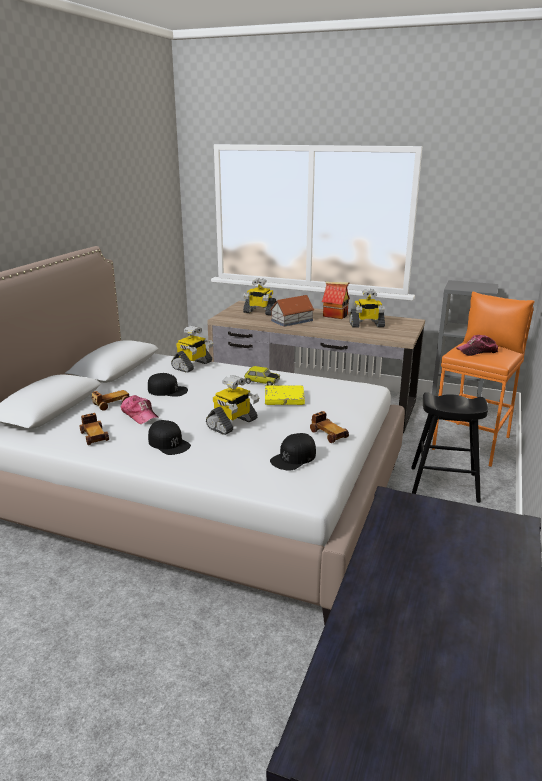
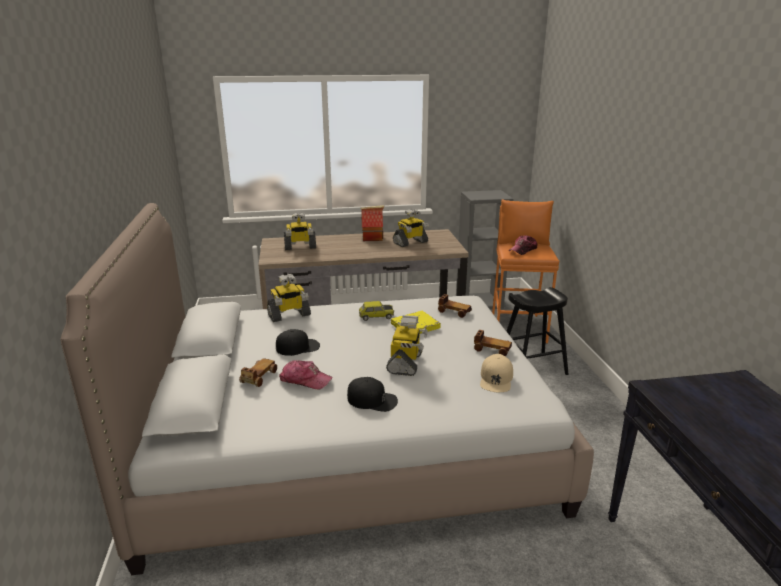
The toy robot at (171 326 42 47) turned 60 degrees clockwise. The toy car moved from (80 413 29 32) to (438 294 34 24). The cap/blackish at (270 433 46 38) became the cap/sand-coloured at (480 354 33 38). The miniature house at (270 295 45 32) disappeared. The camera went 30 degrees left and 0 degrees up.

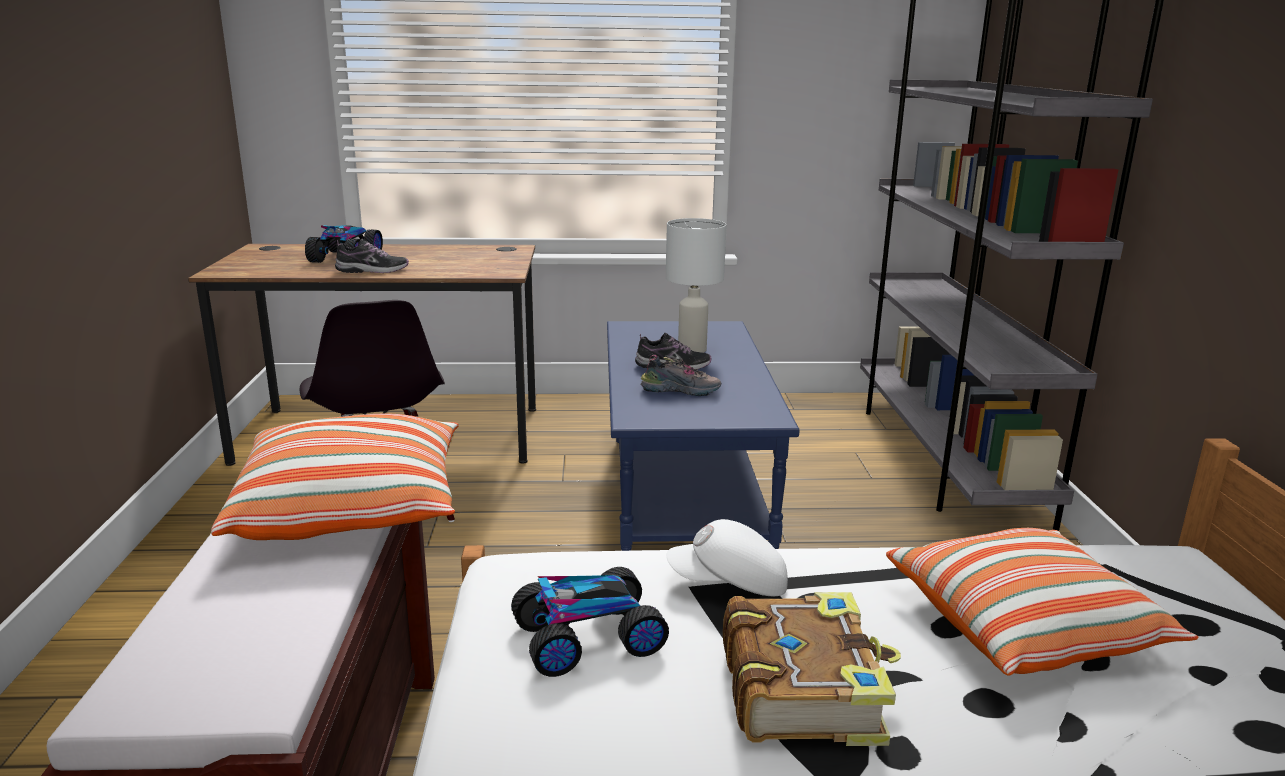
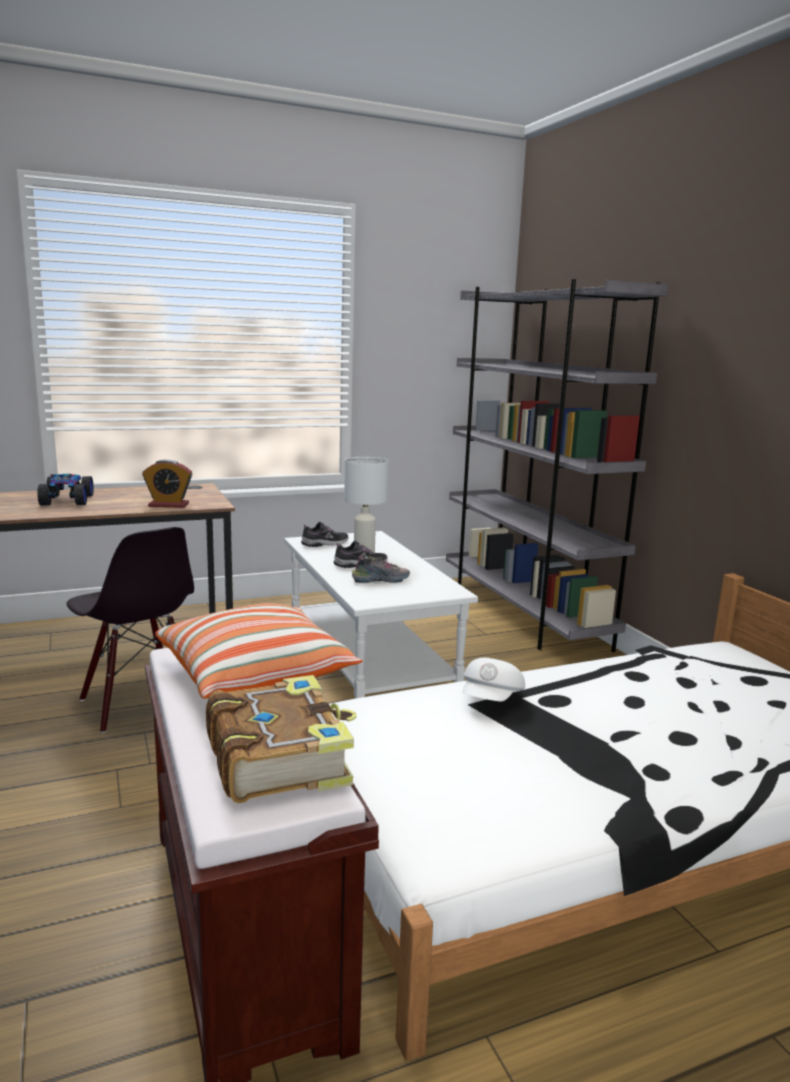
The bedside clock at (142 459 50 49) appeared. The book moved from (723 592 178 154) to (206 675 151 129). The low table/blue at (607 321 193 230) became the low table/whitish at (284 531 194 167). The shoe moved from (335 239 74 34) to (301 521 47 26). The cap/whitish at (666 519 122 77) turned 45 degrees counterclockwise. The toy car at (511 567 158 110) disappeared. The throw pillow at (886 528 312 148) disappeared. The camera went 20 degrees left and 5 degrees down.

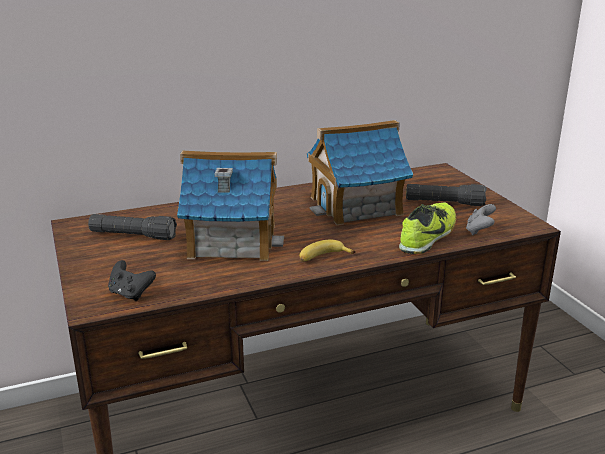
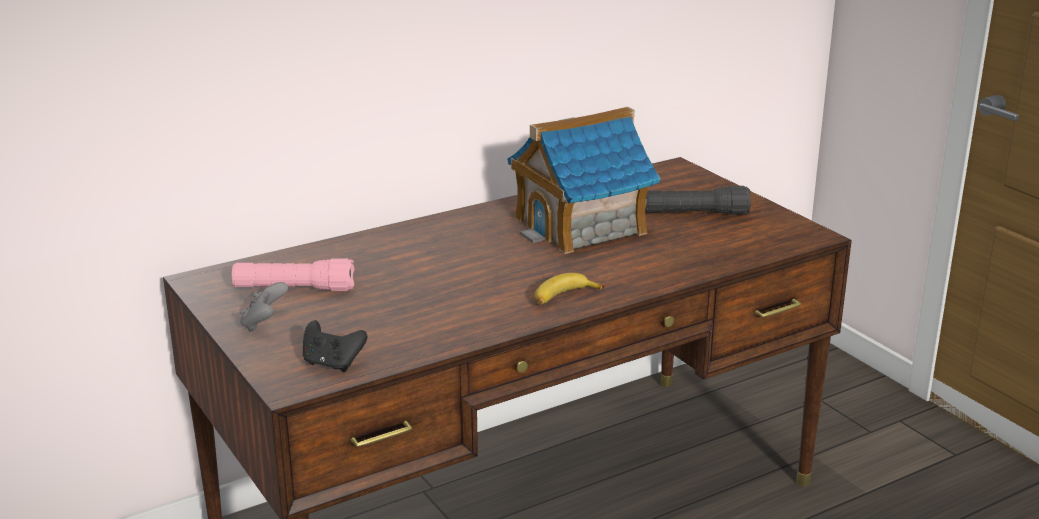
The flashlight/blackish at (88 214 89 26) became the flashlight/pink at (232 258 123 33). The joypad/greyish moved from (466 204 30 31) to (240 282 48 50). The miniature house at (177 151 107 110) disappeared. The shoe at (399 203 57 51) disappeared. The camera went 10 degrees left and 0 degrees up.

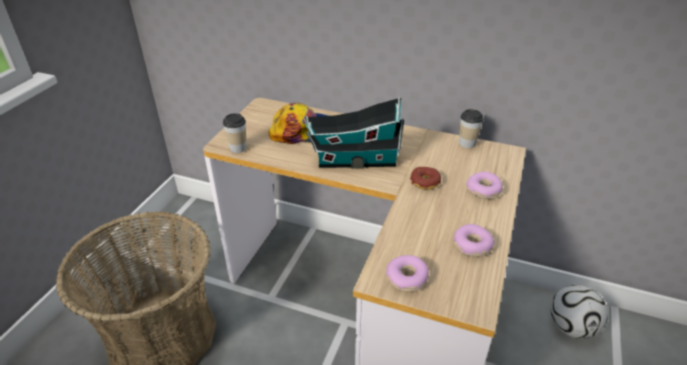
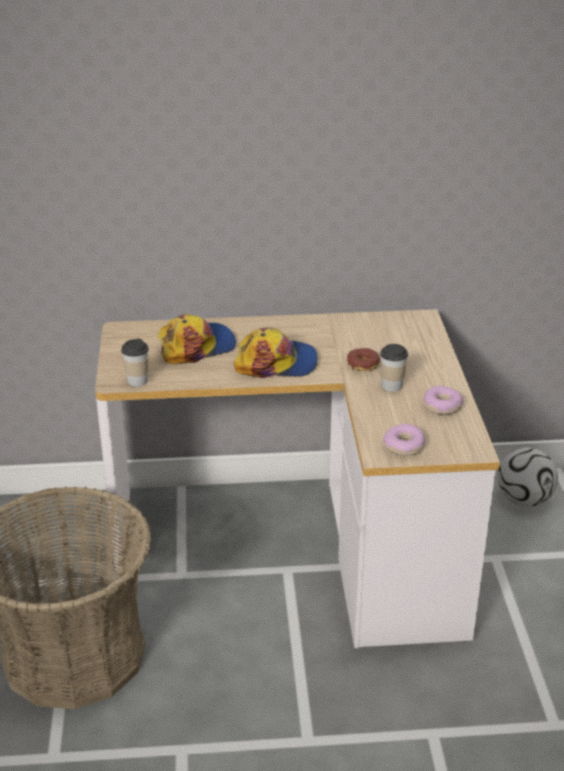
The miniature house at (305 97 99 72) was replaced by the cap at (234 327 84 51). The drinking cup moved from (459 109 25 39) to (380 344 28 48). The ring doughnut at (466 172 37 27) disappeared. The camera went 25 degrees left and 5 degrees down.

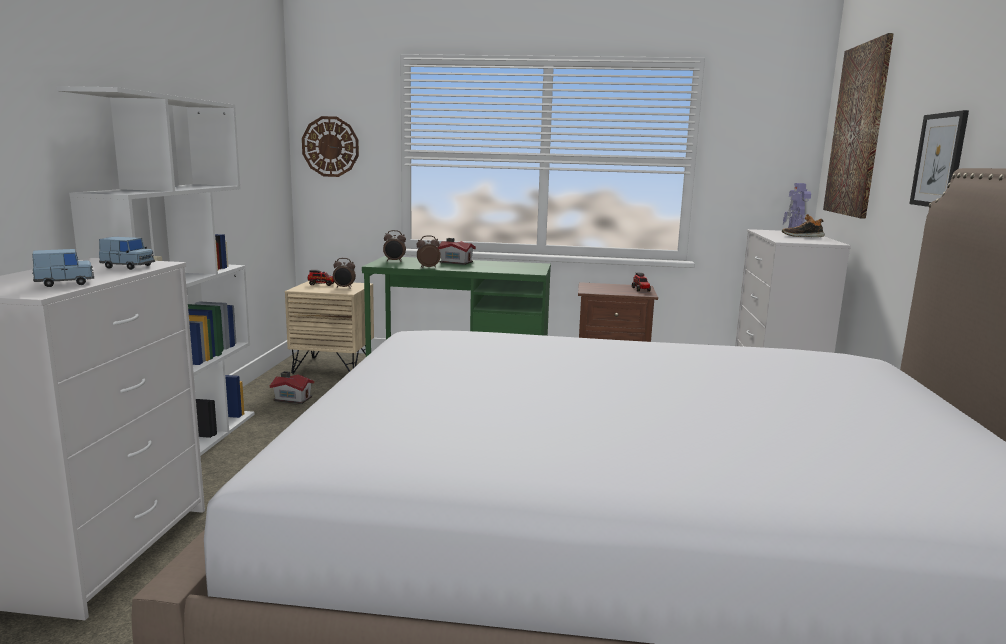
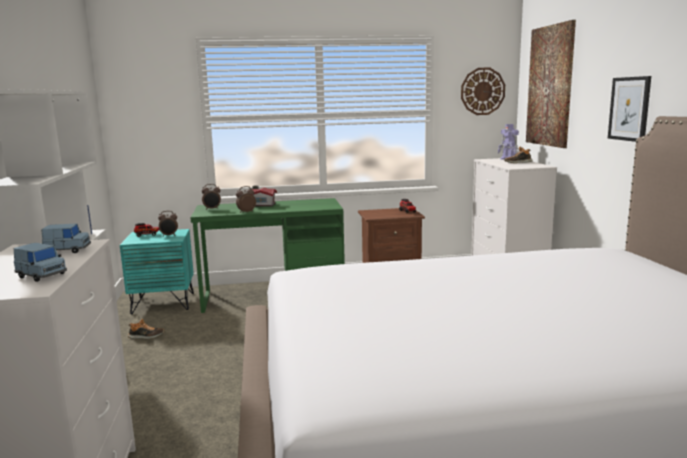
The toy car/blue at (32 249 62 38) turned 75 degrees clockwise. The night table/sand-coloured at (285 280 89 94) became the night table/turquoise at (120 229 74 85). The miniature house at (270 371 45 33) was replaced by the shoe at (128 319 37 20). The clock on the wall moved from (302 116 57 61) to (461 68 44 47). The camera went 15 degrees left and 0 degrees up.

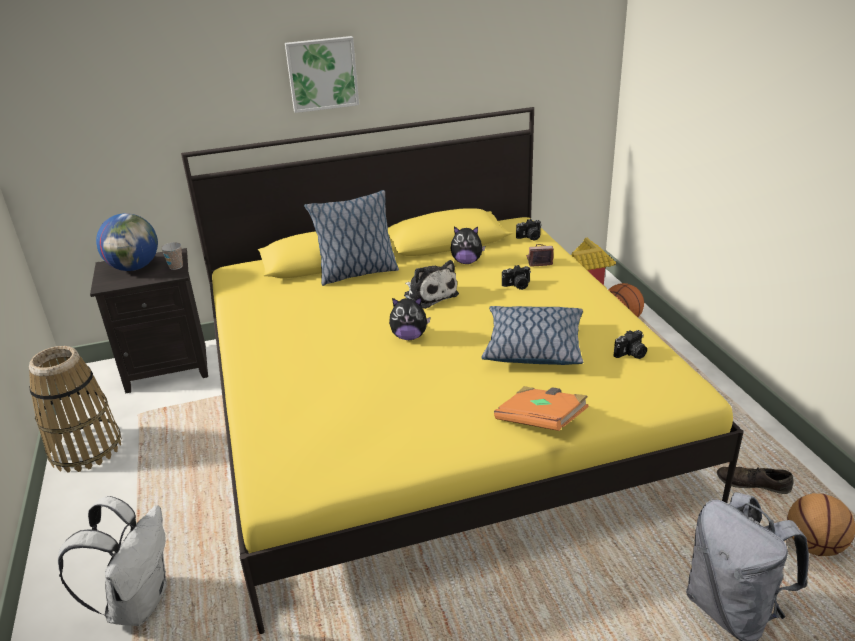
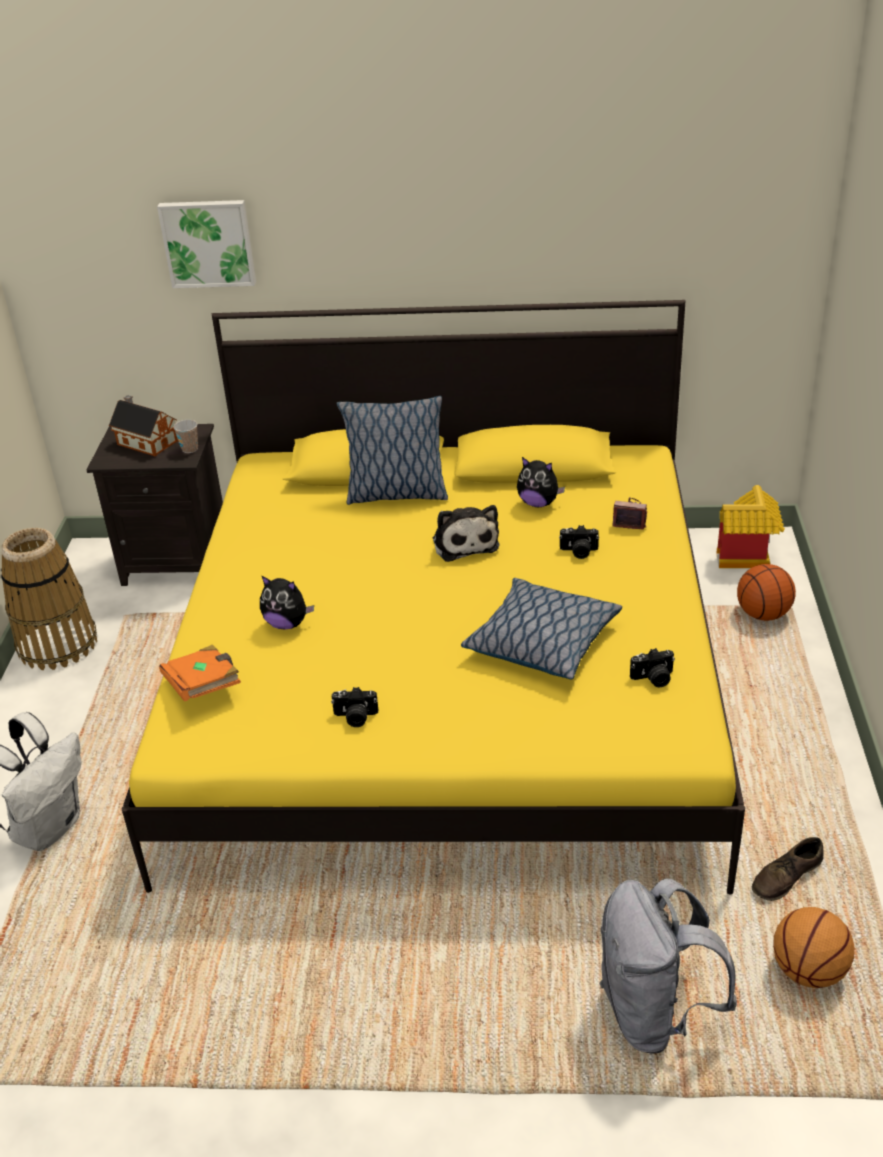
The world globe at (96 213 62 58) was replaced by the miniature house at (109 395 69 62). The picture moved from (285 36 74 77) to (157 200 99 88). The book/orange-coloured moved from (494 386 95 45) to (159 645 82 56). The soft toy moved from (389 297 42 43) to (260 575 54 54). The still camera moved from (516 219 26 22) to (331 687 47 40). The shoe/brown at (717 467 77 27) turned 75 degrees counterclockwise. The camera went 20 degrees right and 5 degrees up.

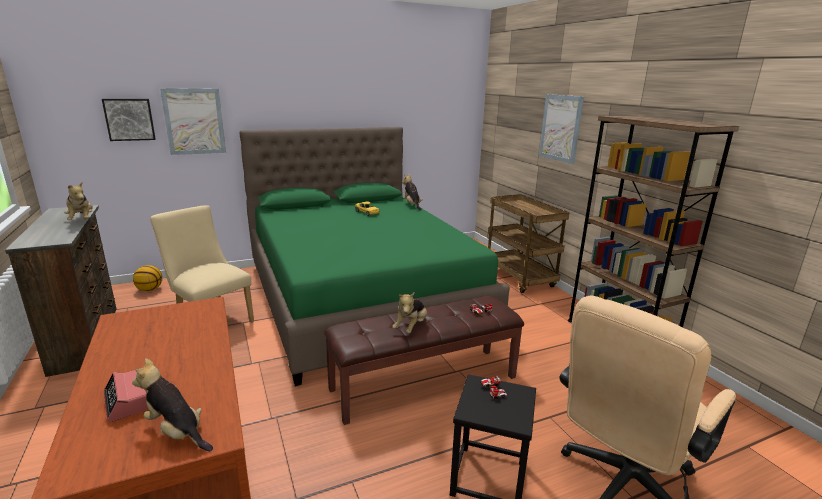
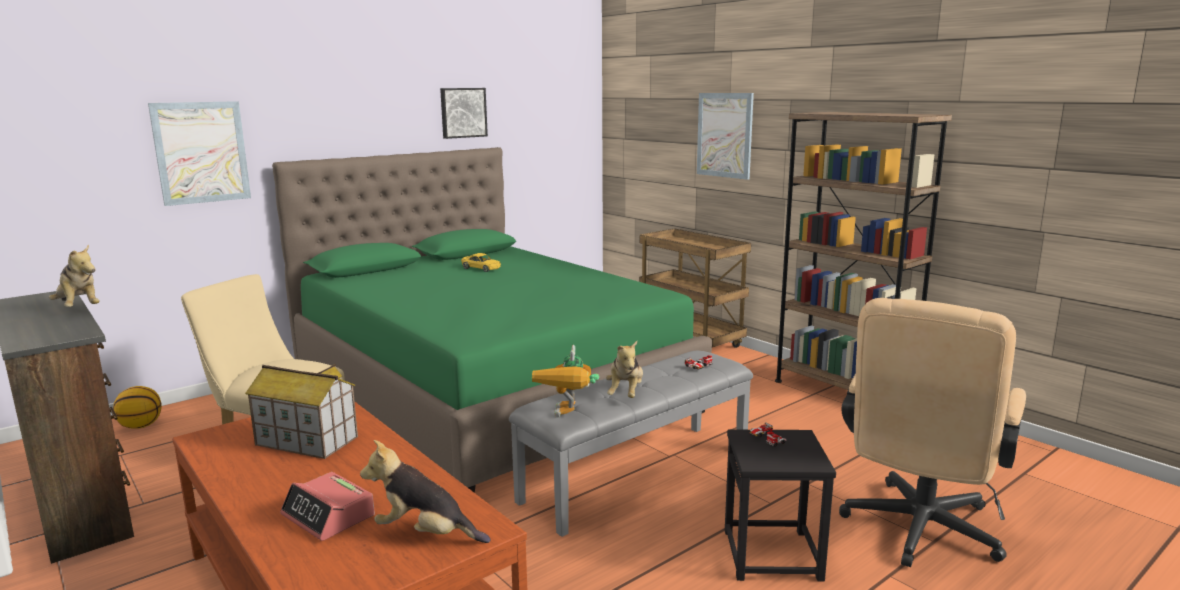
The miniature house at (245 364 113 95) appeared. The picture moved from (102 99 54 42) to (440 88 48 51). The long seat/brown at (324 296 200 129) became the long seat/greyish at (509 351 244 186). The toy robot at (532 345 67 72) appeared. The soft toy at (402 174 21 37) disappeared. The camera went 15 degrees left and 5 degrees down.

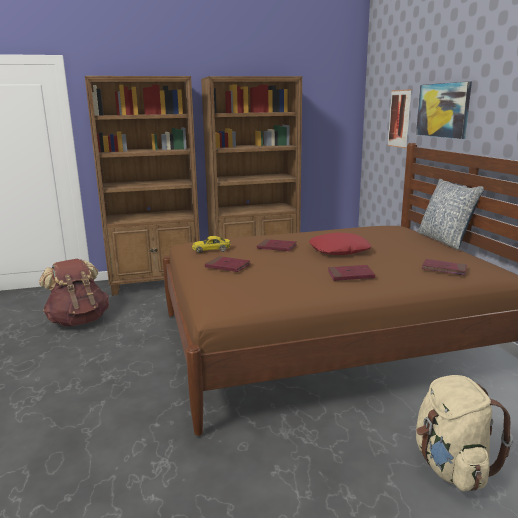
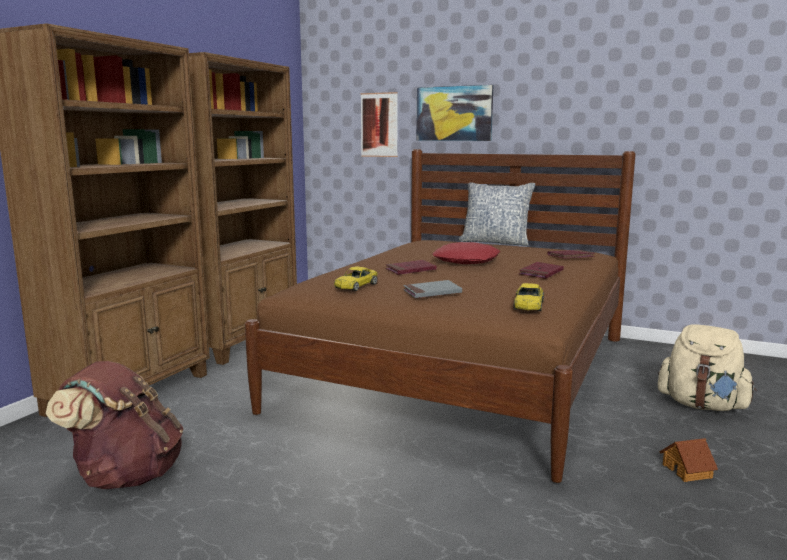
The book/red-coloured at (205 256 46 16) became the book/greyish at (403 280 59 18). The toy car/yellow-coloured at (513 283 31 28) appeared. The miniature house at (659 438 59 44) appeared. The camera went 50 degrees left and 5 degrees down.

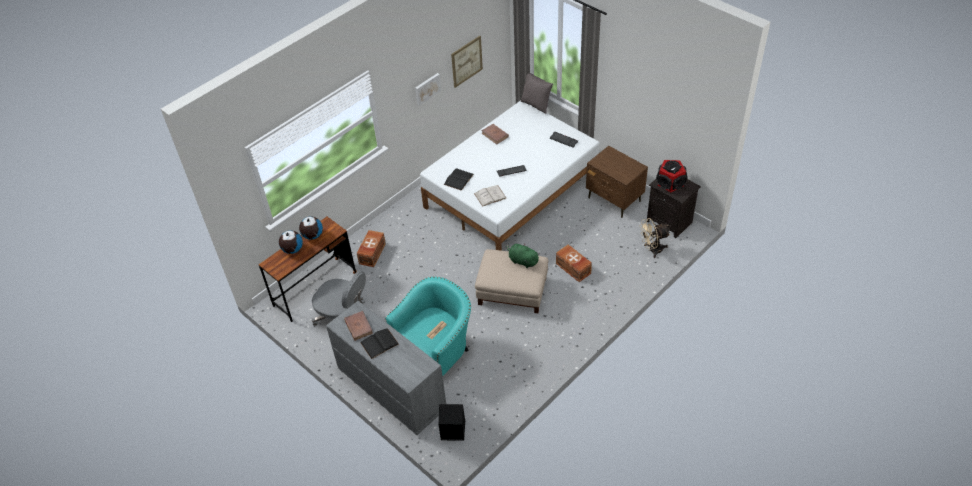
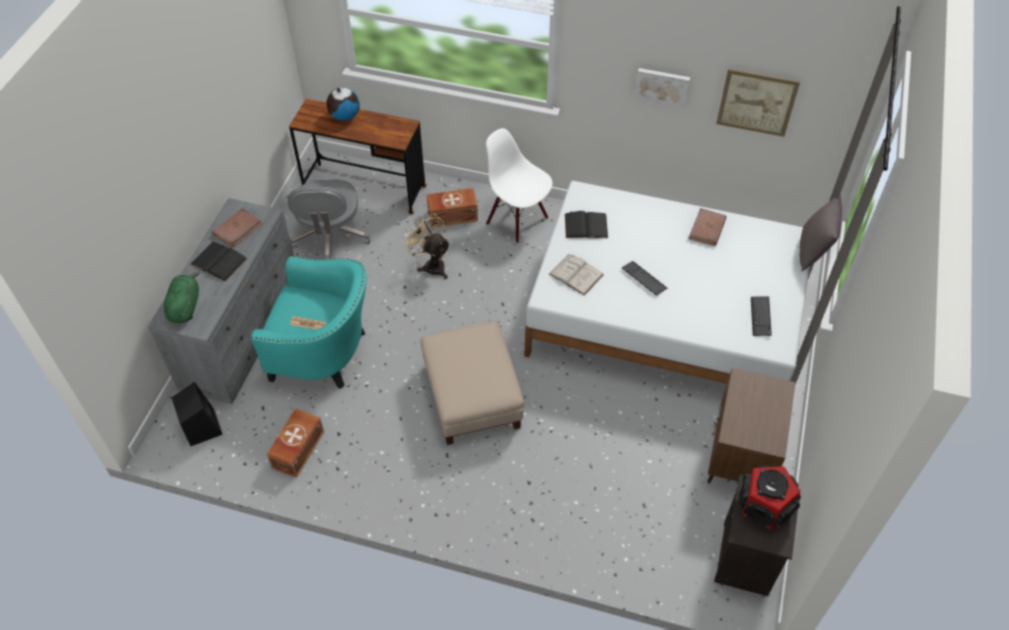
The soft toy/green-coloured moved from (507 243 33 25) to (164 271 36 52). The storage bin/brown moved from (556 245 36 37) to (267 408 57 69). The cooling fan/sand-coloured moved from (639 218 31 40) to (402 213 48 66). The plain chair/whitish at (486 128 67 115) appeared. The world globe at (299 217 24 23) disappeared. The camera went 60 degrees right and 5 degrees up.

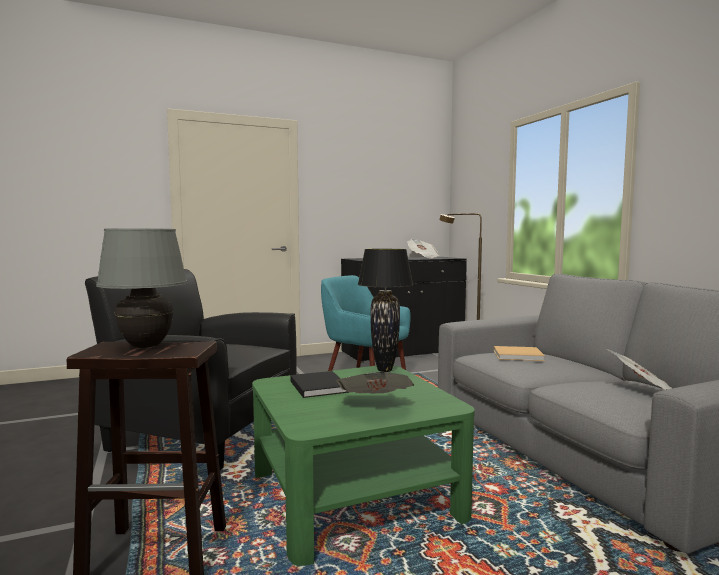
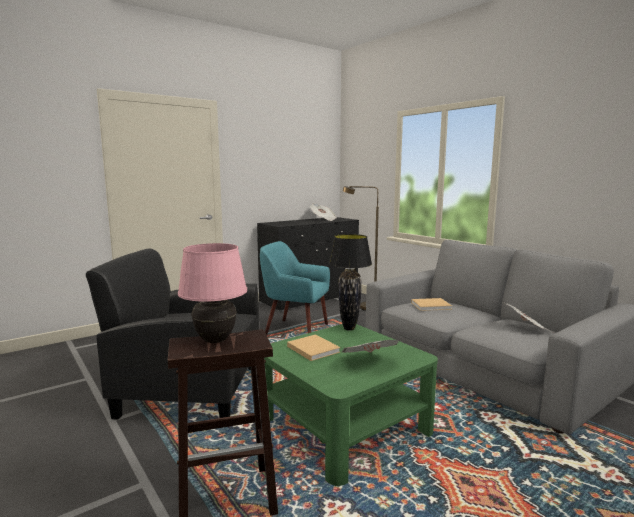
The lamp for a table/greyish at (96 228 91 120) became the lamp for a table/pink at (178 243 69 100). The book/blackish at (290 371 59 27) became the book/sand-coloured at (287 334 54 27). The camera went 15 degrees left and 5 degrees up.

